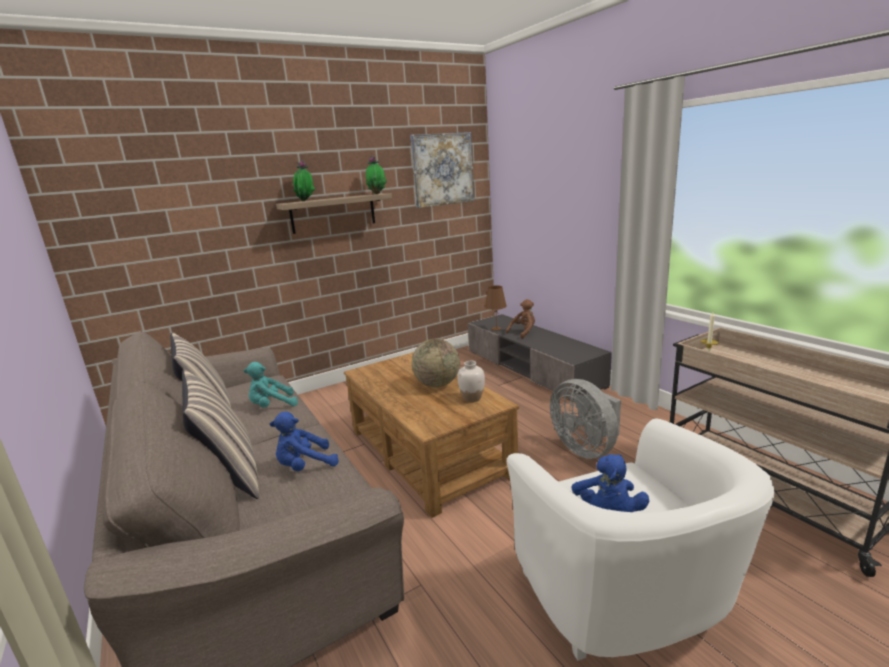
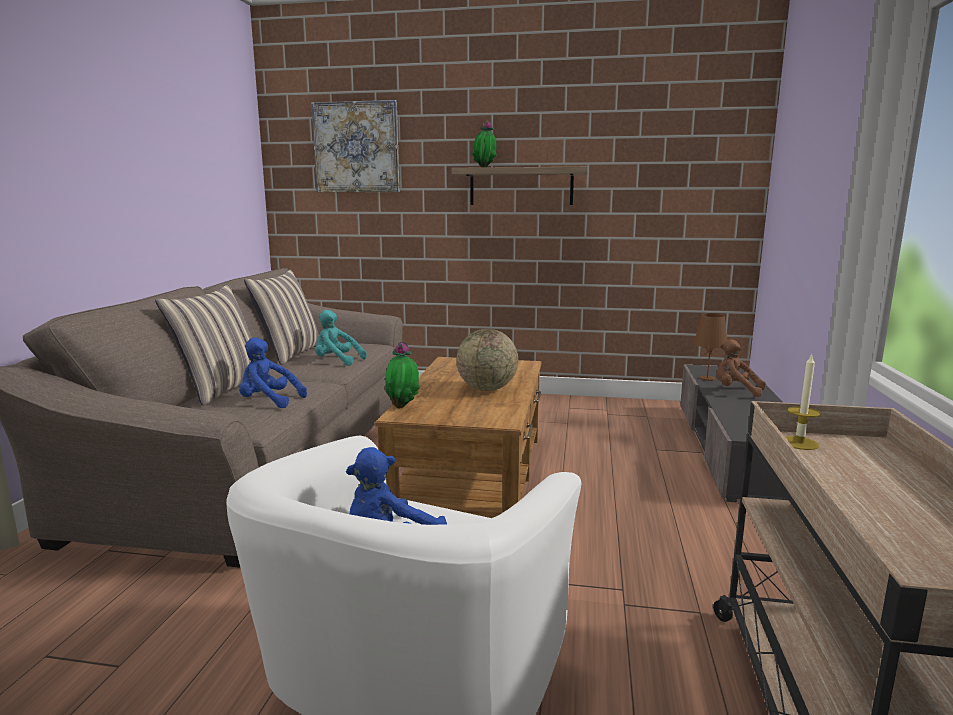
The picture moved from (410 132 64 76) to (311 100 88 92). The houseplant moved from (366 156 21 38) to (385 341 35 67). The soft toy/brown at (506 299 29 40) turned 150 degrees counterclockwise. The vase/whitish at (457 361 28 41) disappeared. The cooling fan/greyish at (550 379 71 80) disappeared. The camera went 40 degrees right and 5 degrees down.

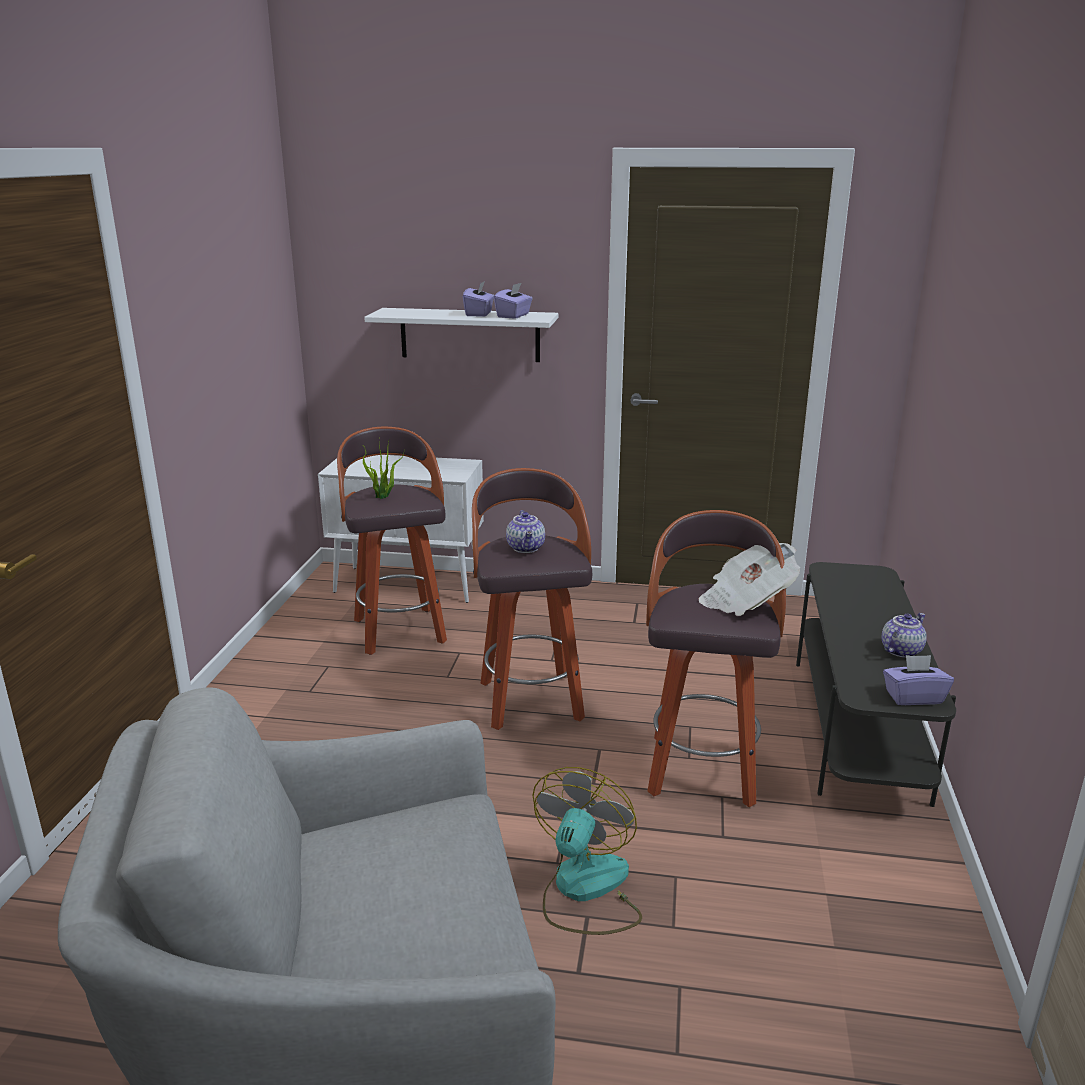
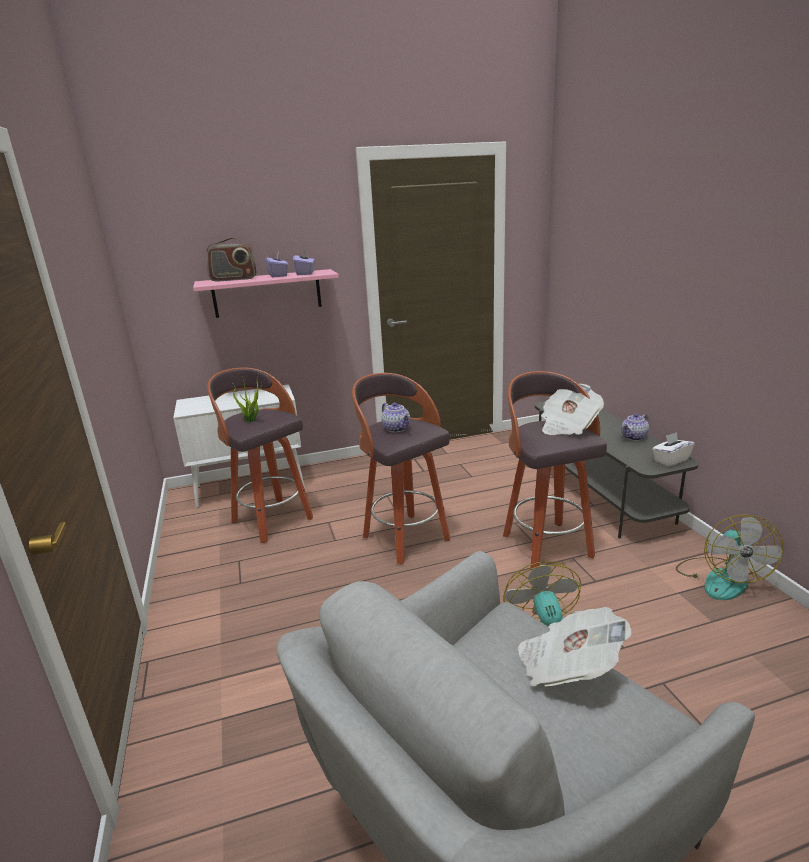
The bracket shelf/whitish at (364 308 194 54) became the bracket shelf/pink at (193 269 146 49). The radio at (206 238 50 43) appeared. The printed paper at (518 607 114 80) appeared. The pot for tea at (882 613 45 45) turned 150 degrees counterclockwise. The tissue box/purplish at (883 655 71 50) became the tissue box/whitish at (652 432 42 35). The cooling fan at (676 514 108 86) appeared. The camera went 25 degrees left and 0 degrees up.

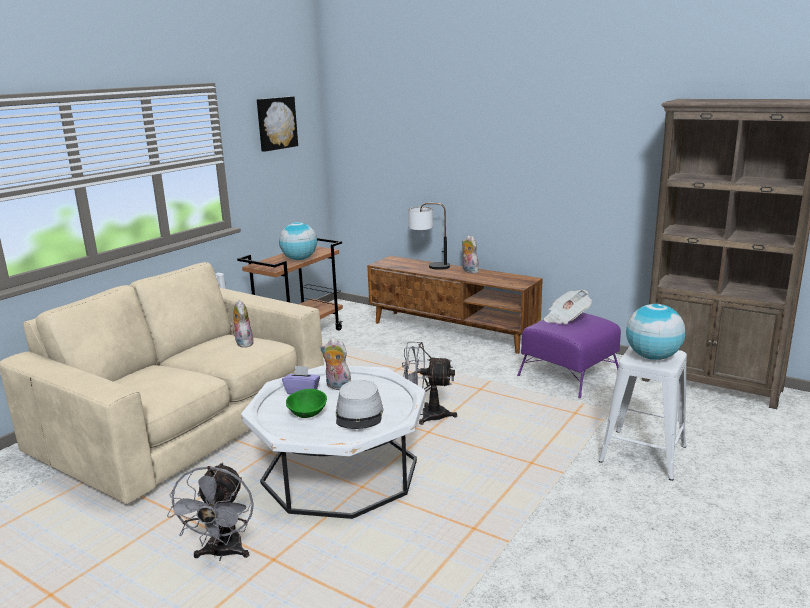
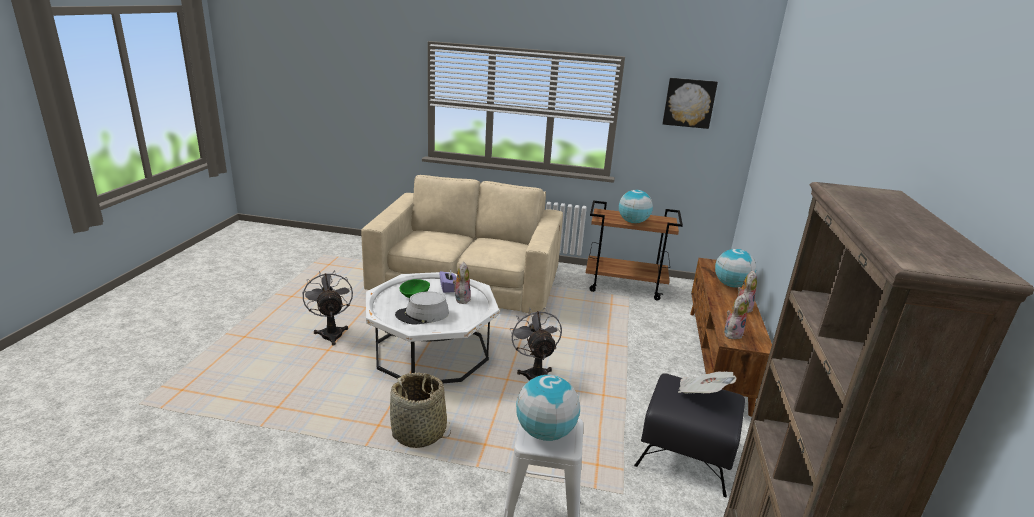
The cooling fan/greyish at (167 463 87 98) turned 90 degrees clockwise. The basket at (390 373 61 75) appeared. The pouffe/purplish at (517 313 104 85) became the pouffe/blackish at (634 373 111 124). The lamp for a table at (408 203 42 67) was replaced by the world globe at (715 249 41 39). The soft toy moved from (230 299 24 48) to (724 294 25 45). The camera went 65 degrees right and 5 degrees up.

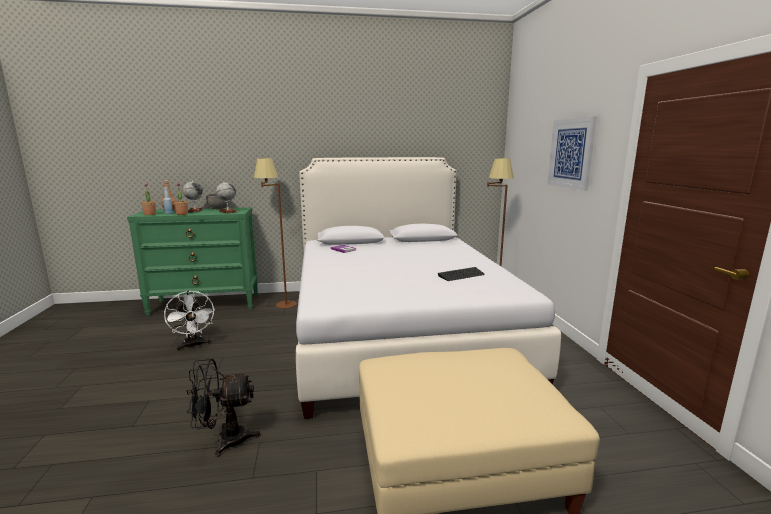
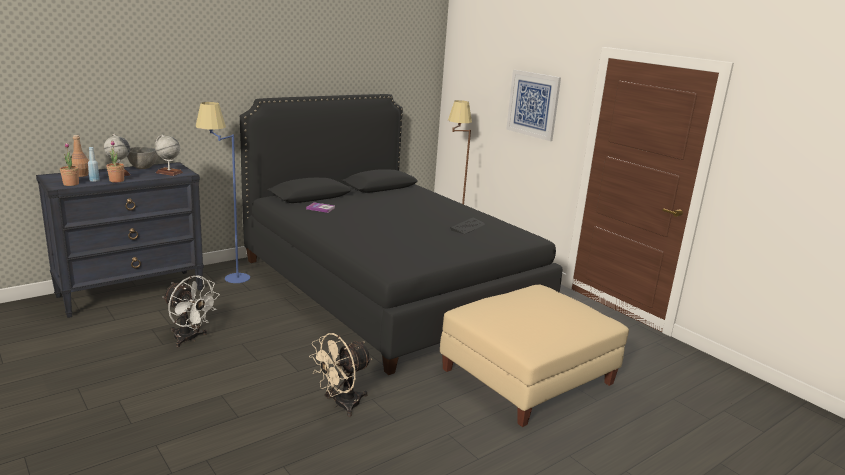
The chest of drawers/green-coloured at (127 207 131 109) became the chest of drawers/blackish at (36 162 168 156). The floor lamp/brown at (254 158 43 151) became the floor lamp/blue at (196 102 54 181). The sleeping bed/whitish at (296 157 265 262) became the sleeping bed/blackish at (240 94 322 281). The cooling fan/blackish at (186 359 74 98) became the cooling fan/sand-coloured at (309 333 63 84). The camera went 30 degrees left and 5 degrees up.

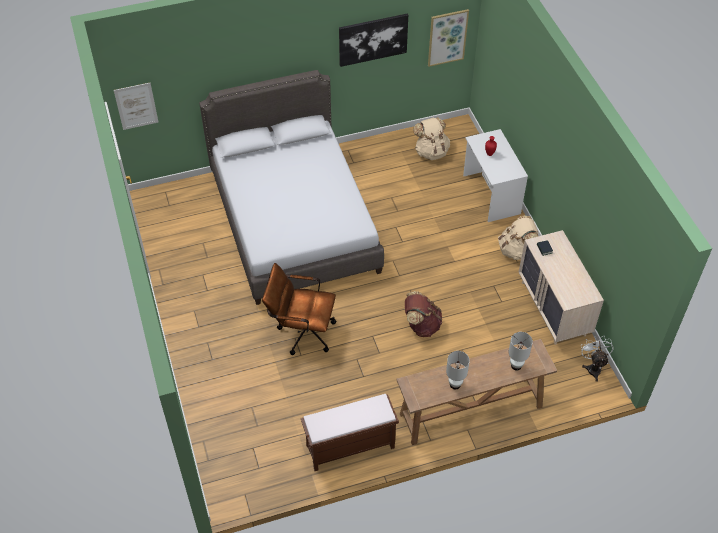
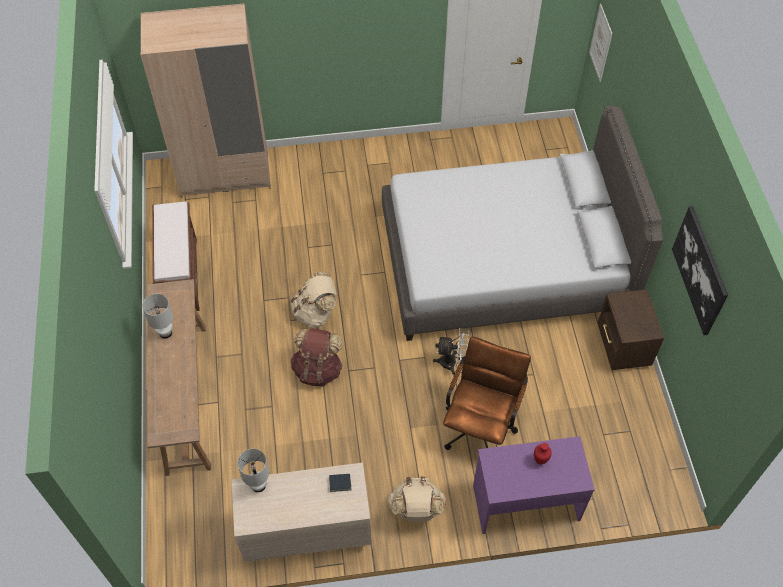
The wardrobe/sand-coloured at (140 4 131 194) appeared. The lamp for a table/whitish moved from (509 332 24 38) to (237 449 32 43). The rucksack/sand-coloured moved from (413 117 37 43) to (291 272 46 56). The cooling fan/whitish moved from (581 336 33 46) to (433 328 36 47). The computer chair/brown moved from (262 263 74 92) to (443 337 88 113). The desk/whitish at (463 129 65 93) became the desk/purplish at (473 436 122 98). The night table/brown at (598 289 66 81) appeared. The picture at (428 9 41 58) disappeared. The camera went 100 degrees right and 5 degrees up.

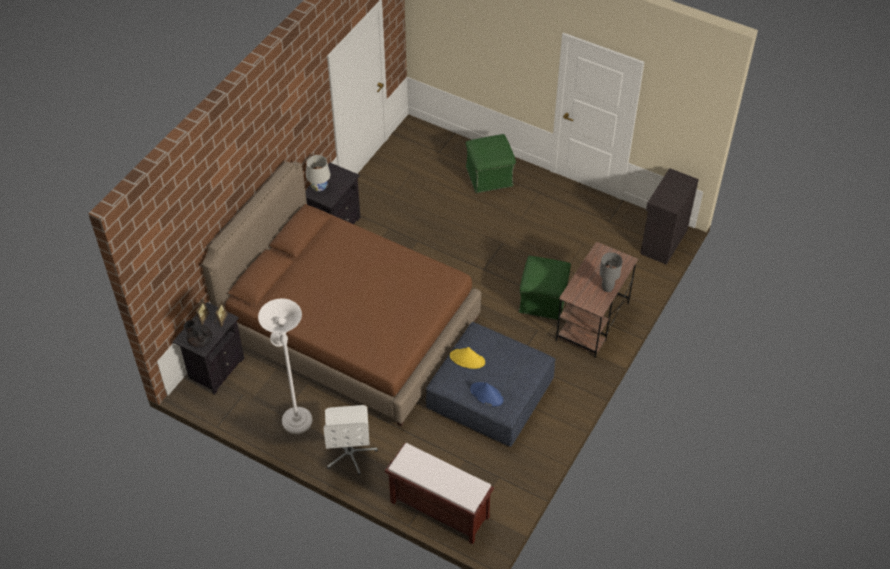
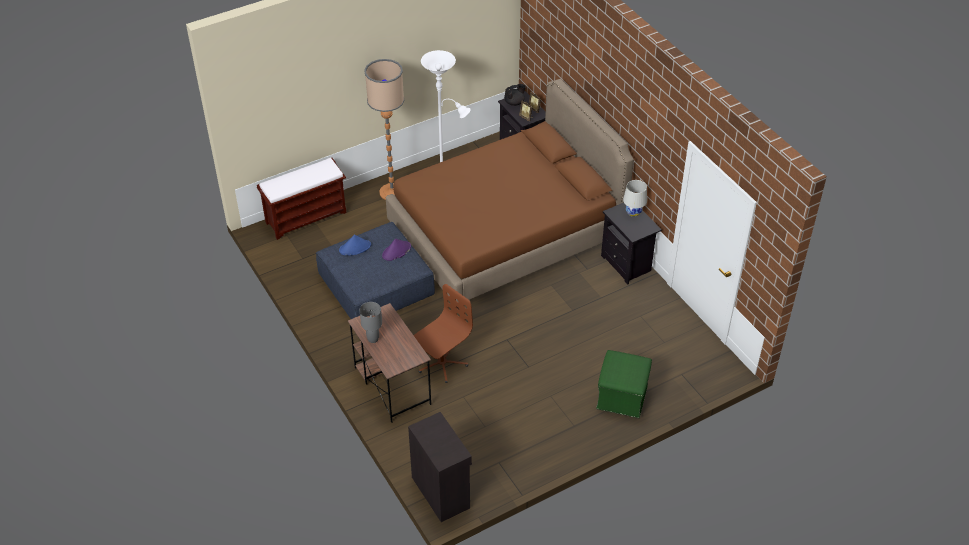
The computer chair/whitish at (324 405 54 70) was replaced by the floor lamp at (364 59 40 141). The clothing hat/yellow-coloured at (450 347 35 22) became the clothing hat/purplish at (382 239 29 22). The pouffe/green-coloured at (519 256 52 64) was replaced by the computer chair/brown at (414 284 59 99). The camera went 120 degrees right and 5 degrees down.

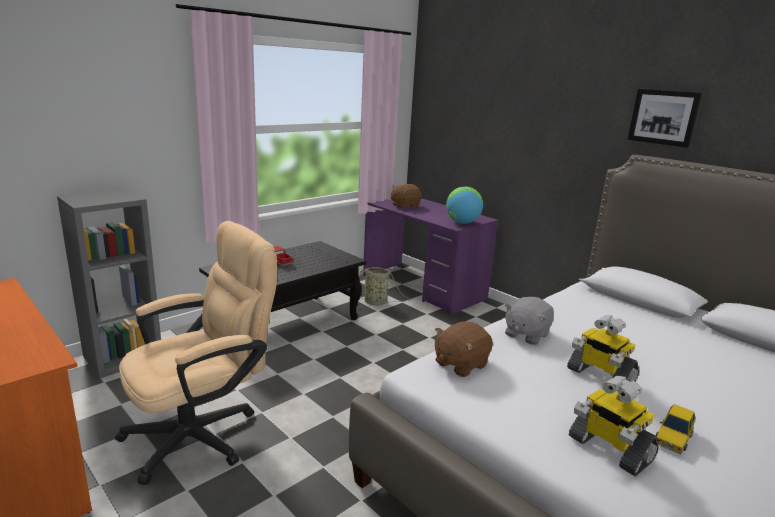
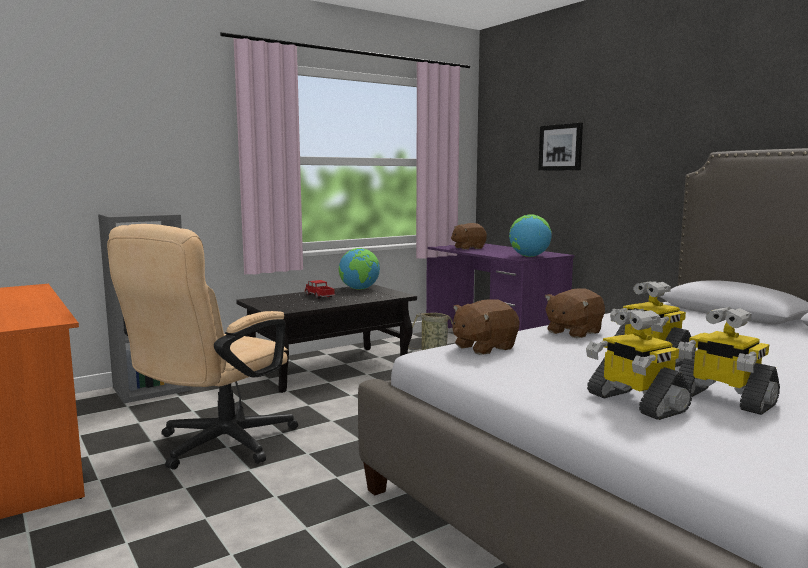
The computer chair/sand-coloured at (115 221 162 264) turned 150 degrees clockwise. The world globe at (339 248 41 42) appeared. The picture moved from (628 89 74 59) to (538 123 45 48). The soft toy/greyish at (505 297 49 48) became the soft toy/brown at (545 288 60 50). The toy car at (655 404 41 50) was replaced by the toy robot at (677 307 103 108). The camera went 10 degrees right and 10 degrees down.

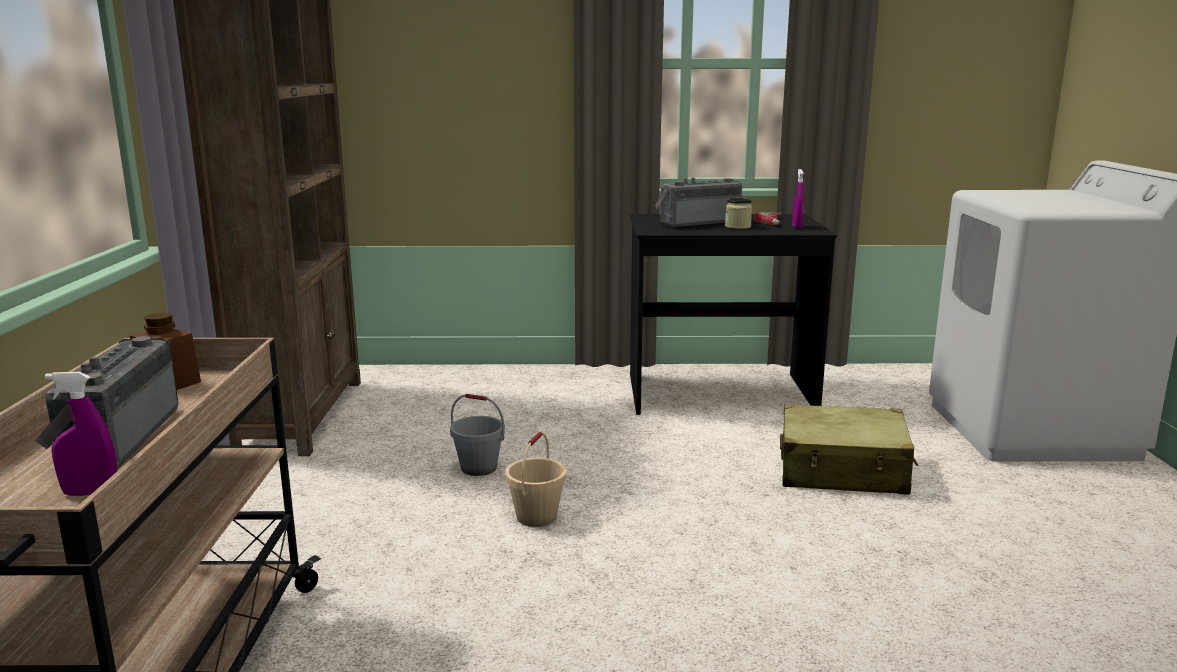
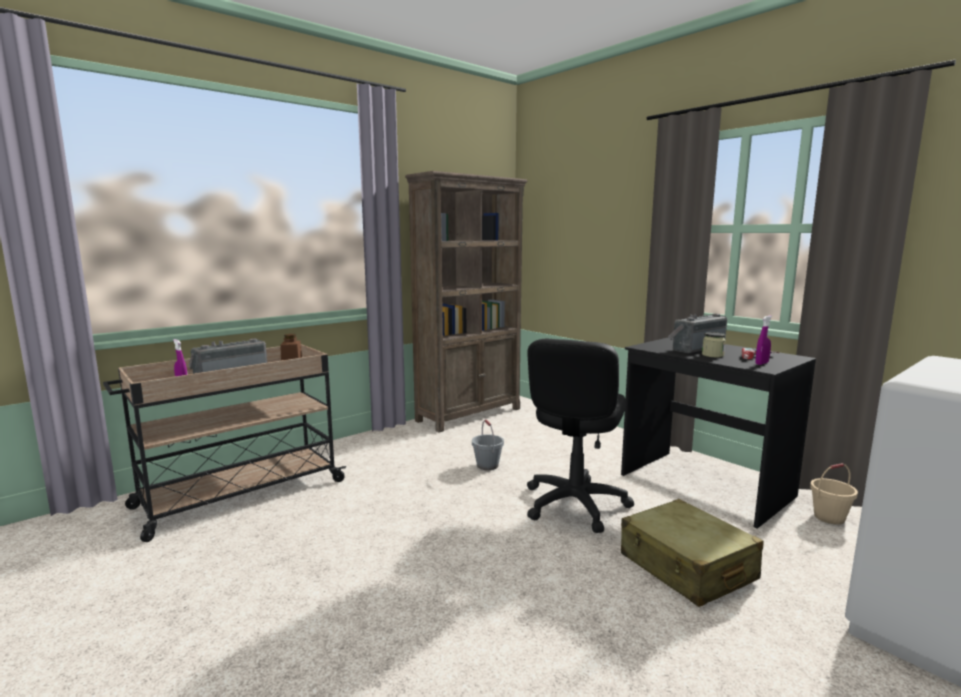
The computer chair/blackish at (527 339 107 194) appeared. The radio at (655 178 87 50) turned 60 degrees counterclockwise. The pail/sand-coloured moved from (505 432 61 95) to (810 463 48 62). The camera went 50 degrees right and 5 degrees down.

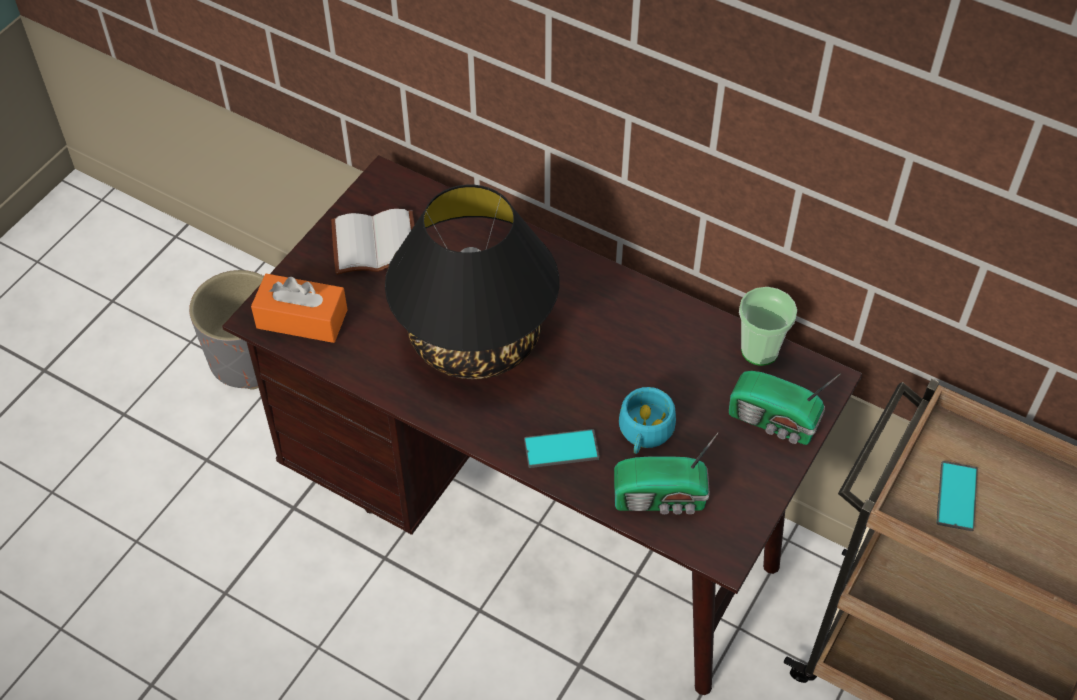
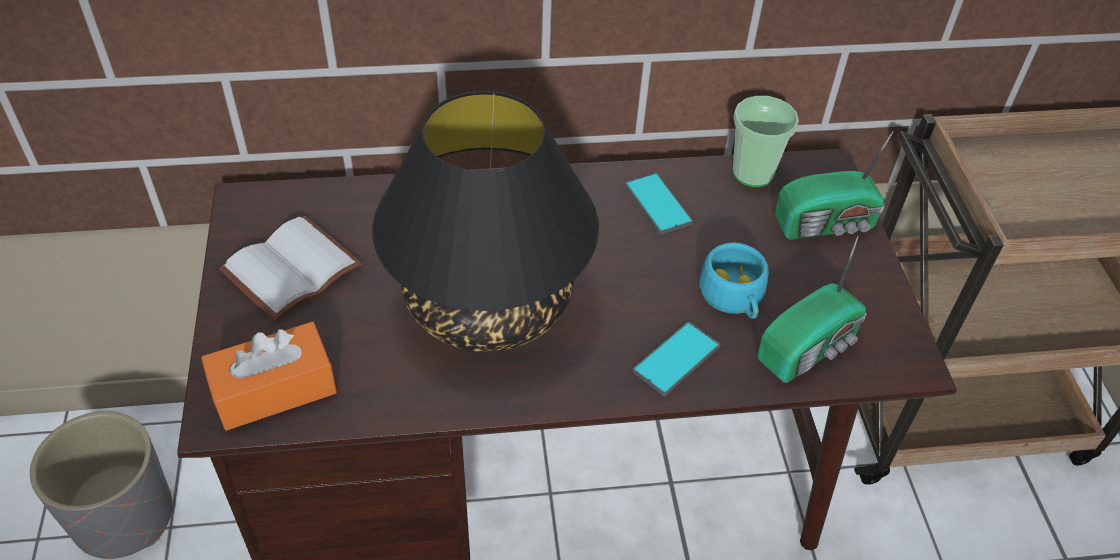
The phone moved from (937 461 41 70) to (624 172 69 62). The camera went 40 degrees left and 5 degrees down.

